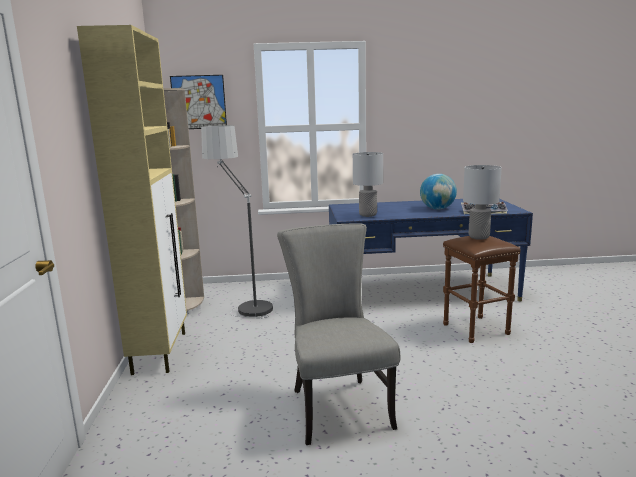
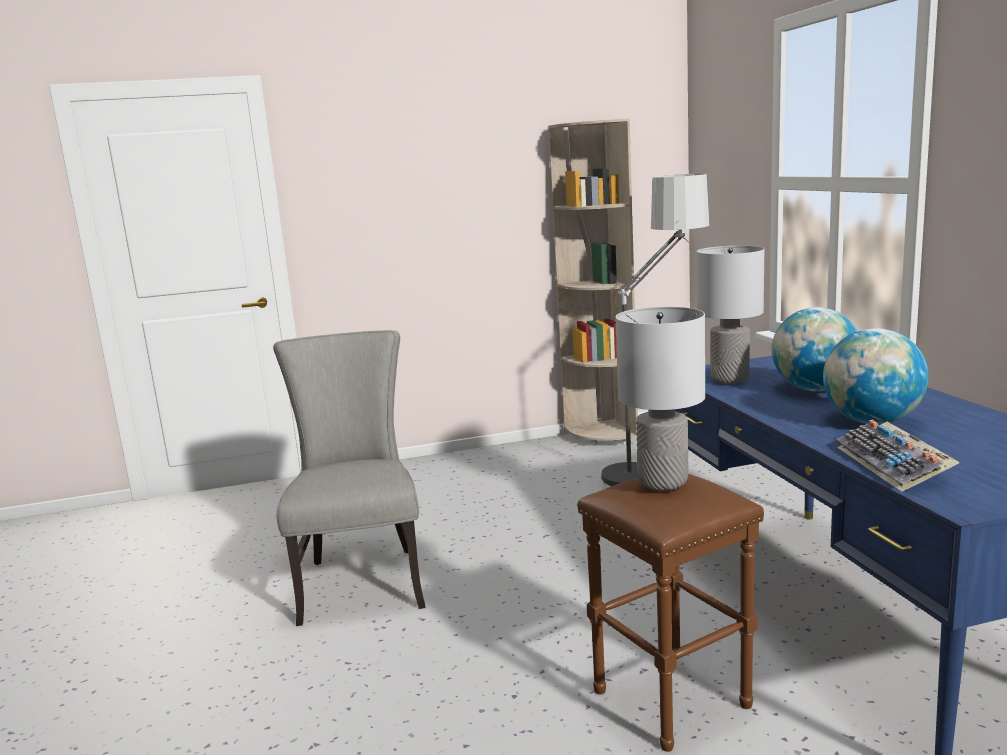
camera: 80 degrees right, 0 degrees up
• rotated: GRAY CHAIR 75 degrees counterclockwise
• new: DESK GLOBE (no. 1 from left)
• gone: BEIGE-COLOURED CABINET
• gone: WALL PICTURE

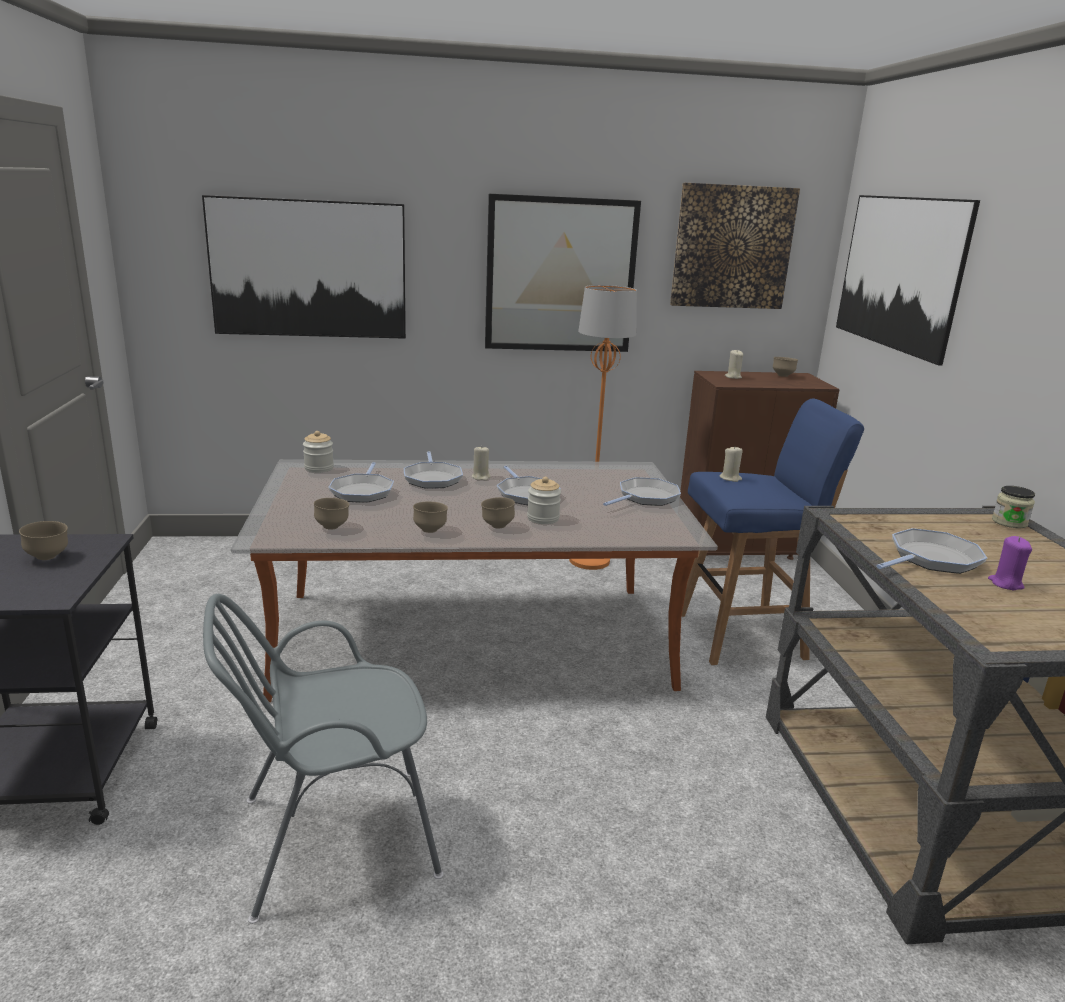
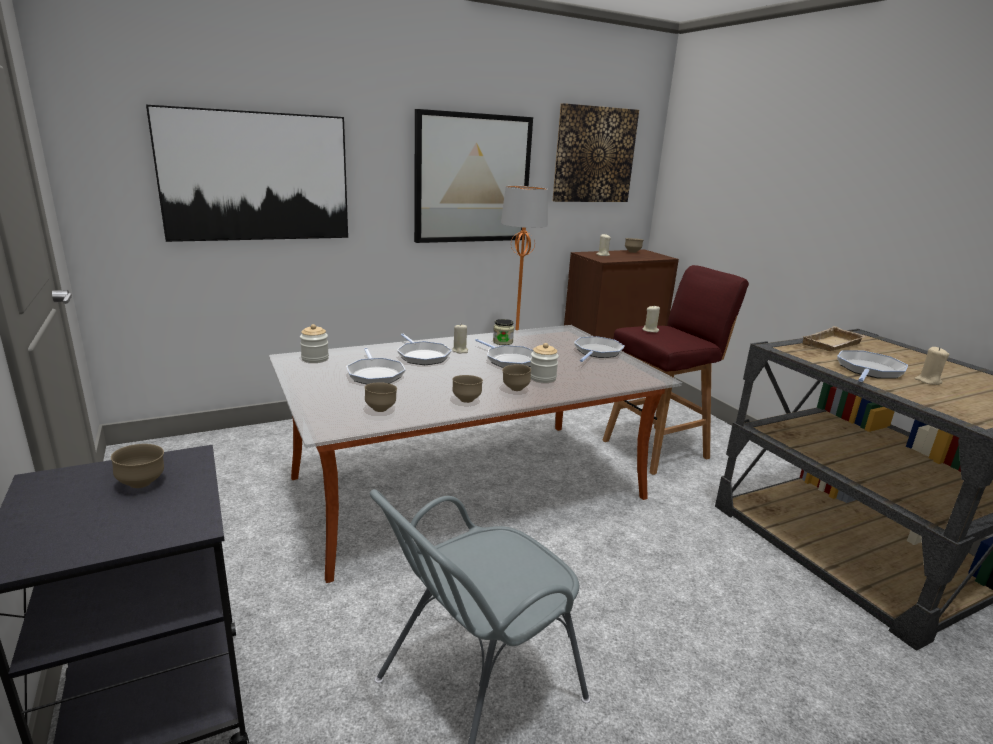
camera: 20 degrees left, 0 degrees up
• shifted: PRESERVE JAR (no. 3 from left in the first image) to PRESERVE JAR (no. 2 from left)
• repainted: BLUE STOOL to RED STOOL
• new: BEIGE-COLOURED TRAY
• repainted: PURPLISH CANDLE to BEIGE-COLOURED CANDLE (no. 4 from left)
• gone: WALL PICTURE (no. 4 from left)

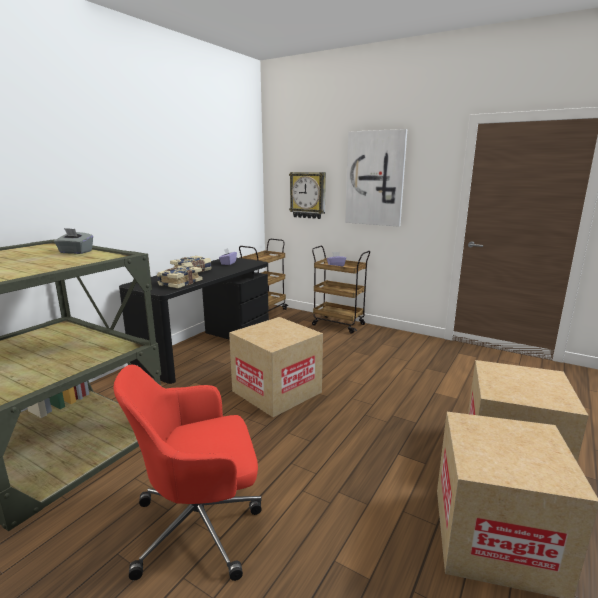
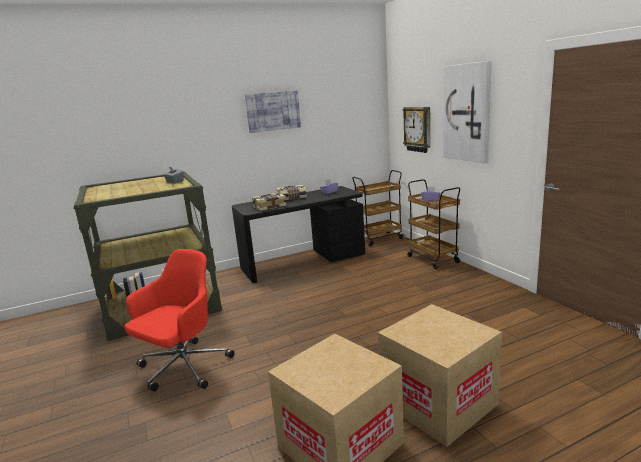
camera: 35 degrees right, 0 degrees up
• rotated: RED DESK CHAIR 105 degrees clockwise
• new: WALL PICTURE (no. 1 from left)
• gone: CARDBOARD BOX (no. 1 from left)

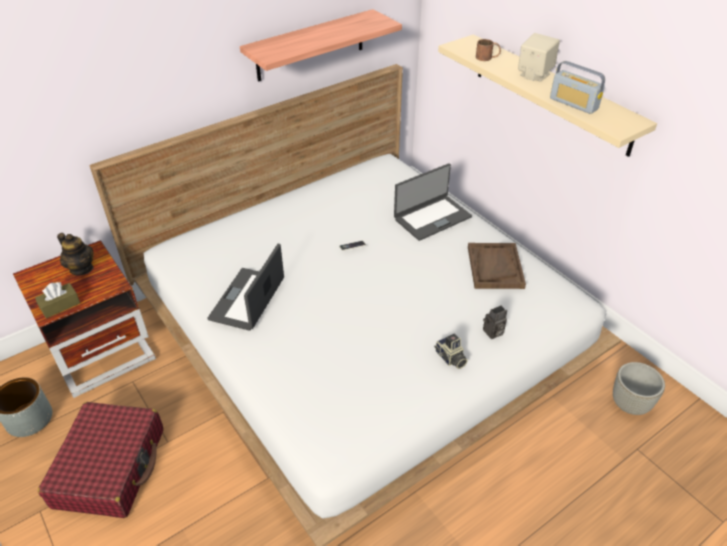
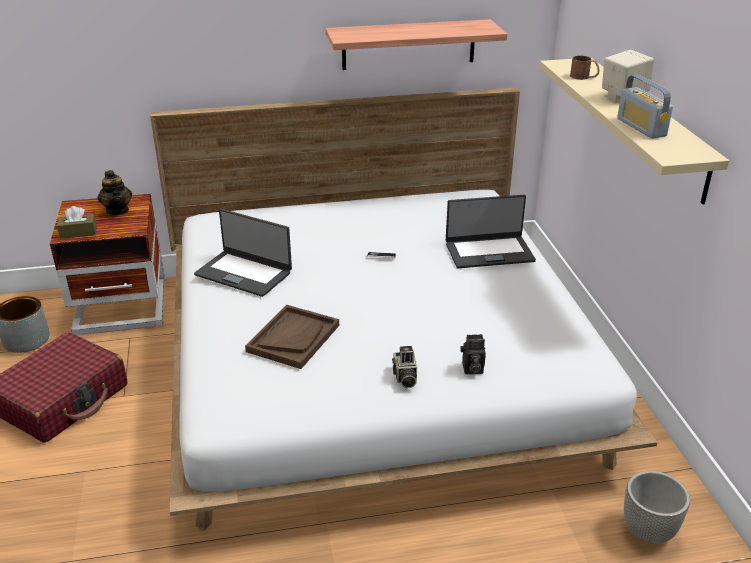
camera: 25 degrees right, 10 degrees down
• rotated: LAPTOP (no. 1 from left) 105 degrees counterclockwise
• shifted: BROWN TRAY

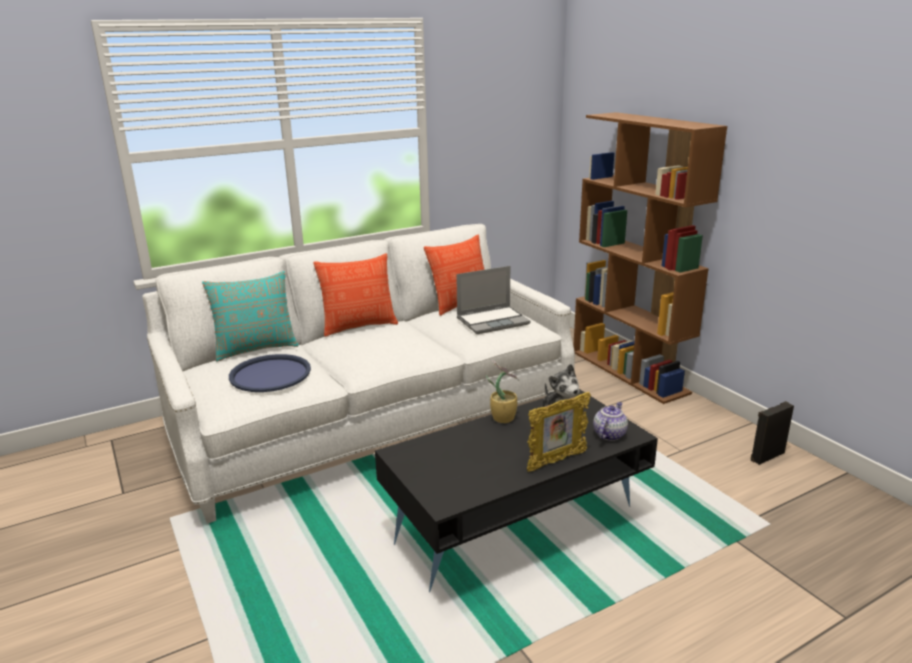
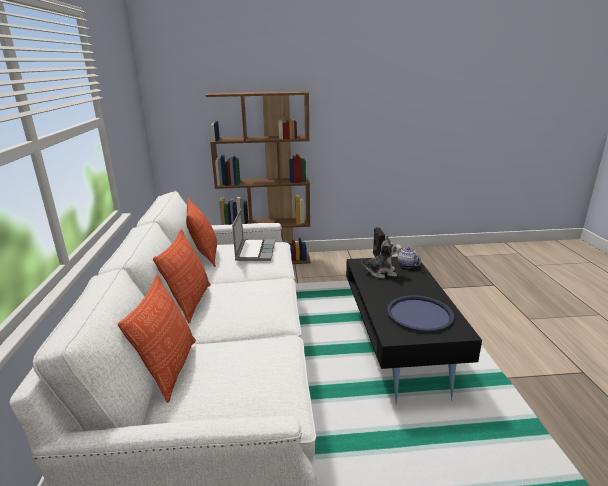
camera: 65 degrees left, 0 degrees up
• repainted: TURQUOISE-COLOURED CUSHION to ORANGE CUSHION (no. 1 from left)
• shifted: BLUE TRAY
• gone: POTTED PLANT
• gone: PICTURE FRAME

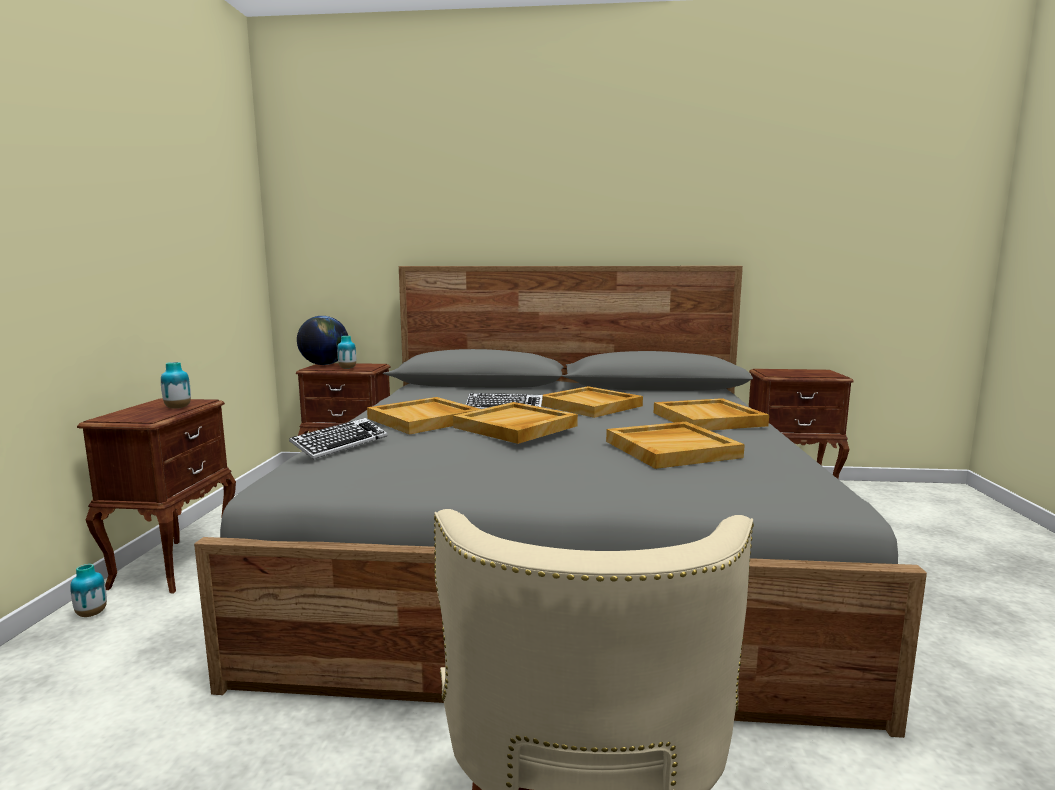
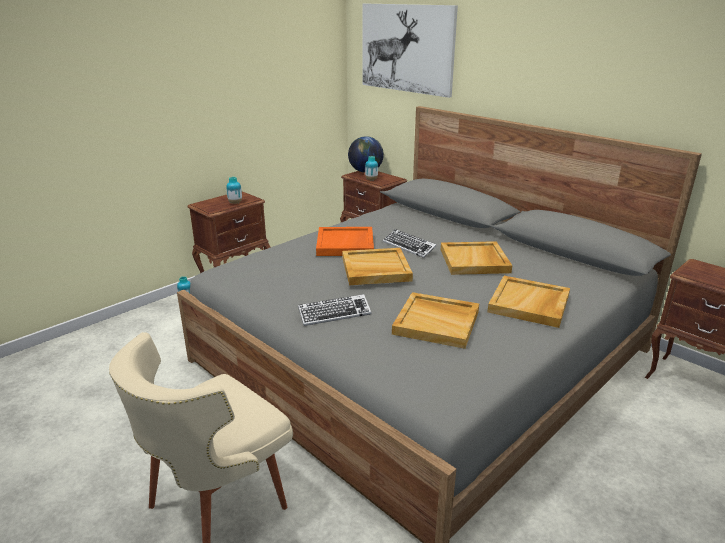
camera: 40 degrees right, 15 degrees up
• shifted: COMPUTER KEYBOARD (no. 1 from left)
• repainted: BEIGE-COLOURED TRAY (no. 1 from left) to ORANGE TRAY
• new: WALL PICTURE

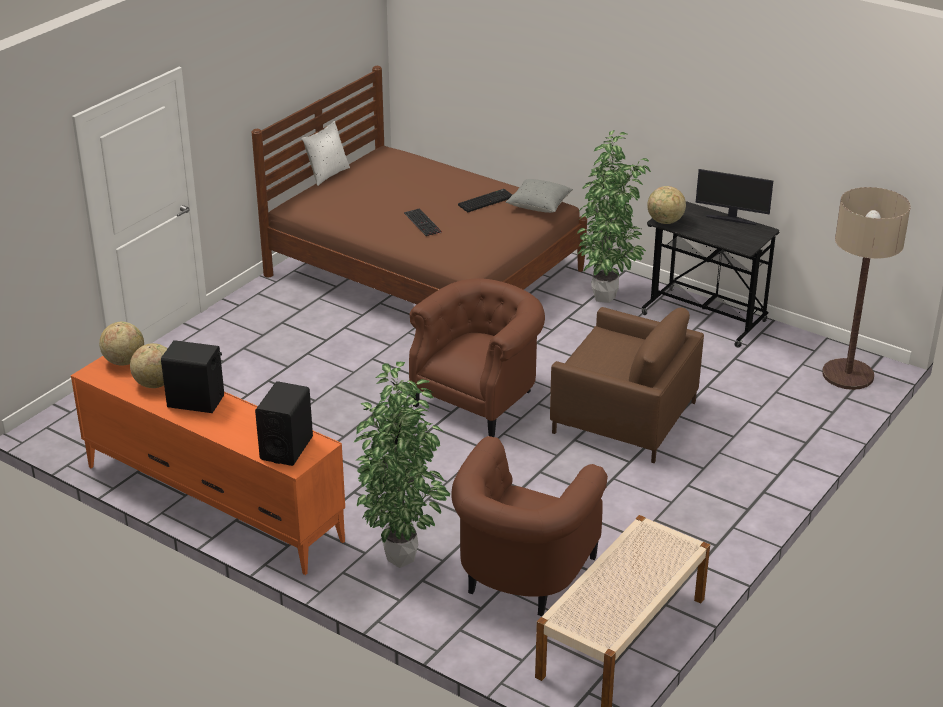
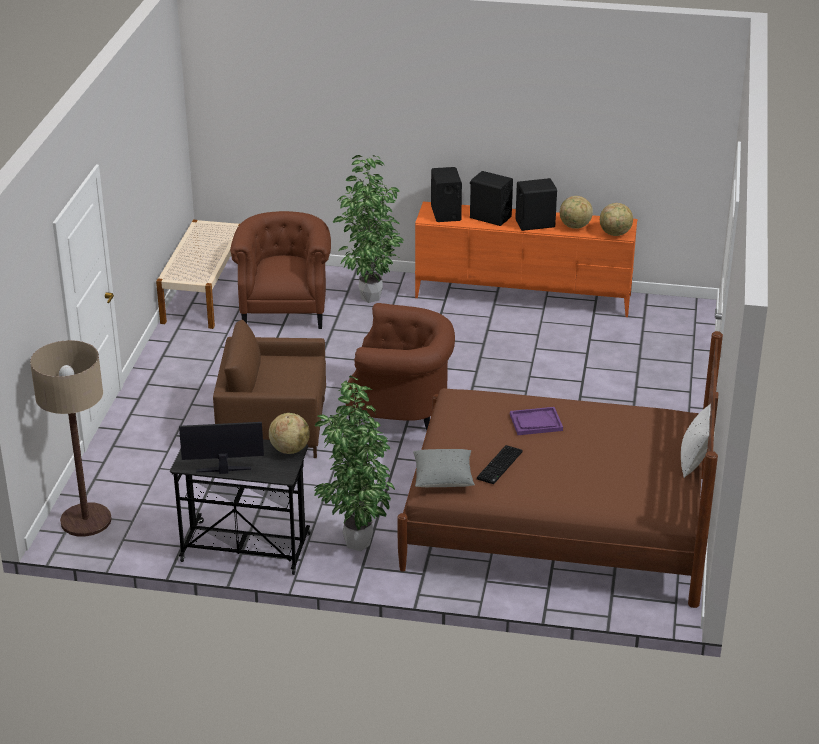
camera: 155 degrees right, 0 degrees up
• rotated: BROWN LOUNGE CHAIR (no. 1 from left in the first image) 90 degrees counterclockwise
• new: BLACK-COLOURED SPEAKER (no. 2 from left)
• swapped: COMPUTER KEYBOARD (no. 1 from left) to PURPLISH TRAY

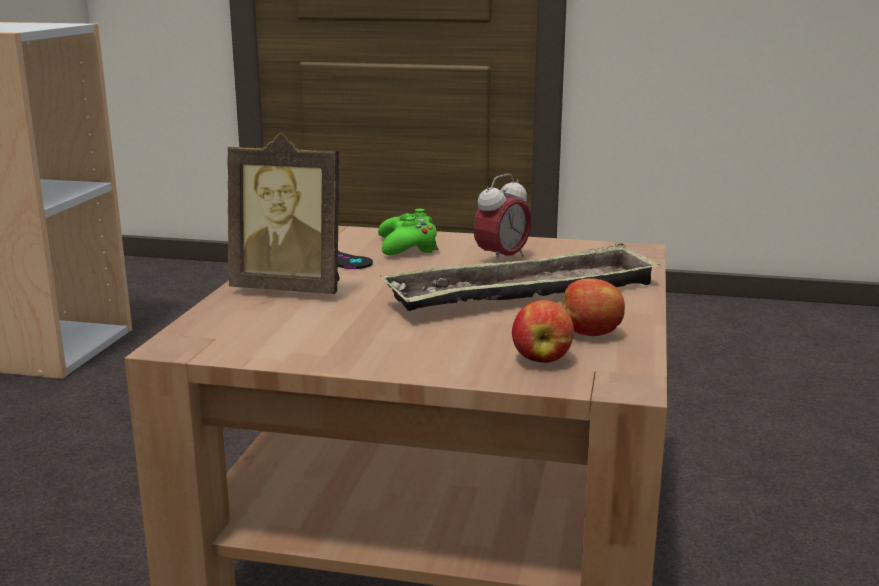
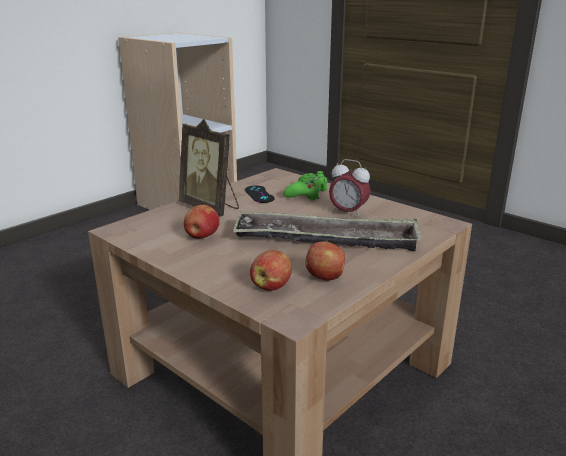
camera: 30 degrees right, 5 degrees up
• new: WHOLE APPLE (no. 1 from left)
• rotated: BEDSIDE CLOCK 45 degrees clockwise

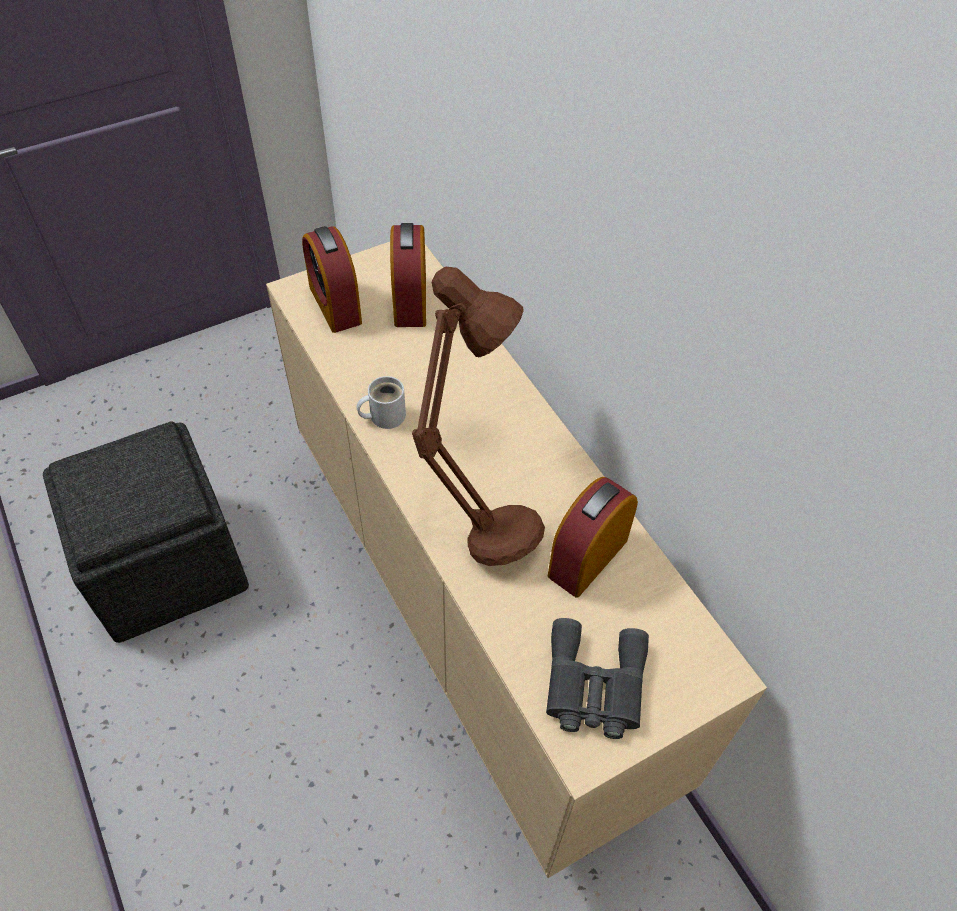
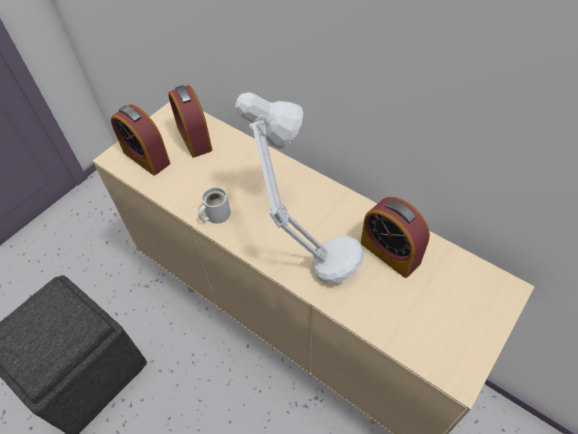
camera: 20 degrees left, 0 degrees up
• repainted: BROWN LAMP FOR A TABLE to GRAY LAMP FOR A TABLE
• rotated: BEDSIDE CLOCK (no. 3 from left) 60 degrees counterclockwise
• gone: GRAY FIELD GLASSES

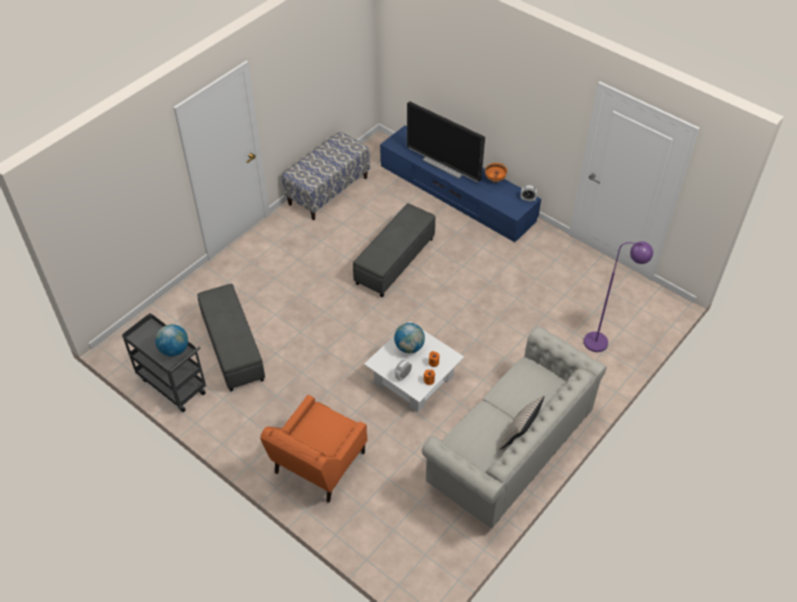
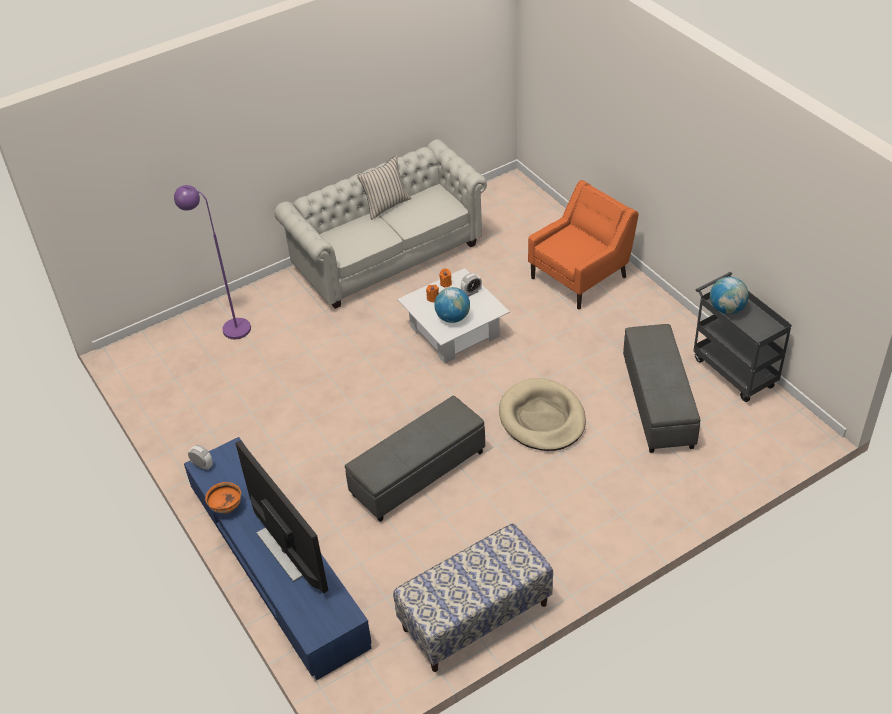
camera: 160 degrees left, 5 degrees down
• new: BEIGE-COLOURED DOG CUSHION

